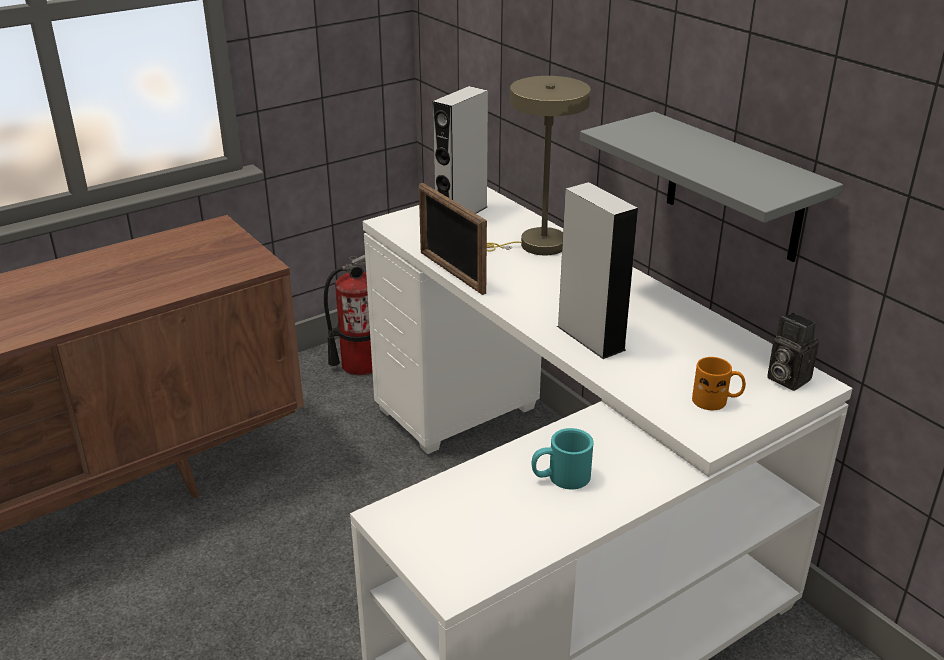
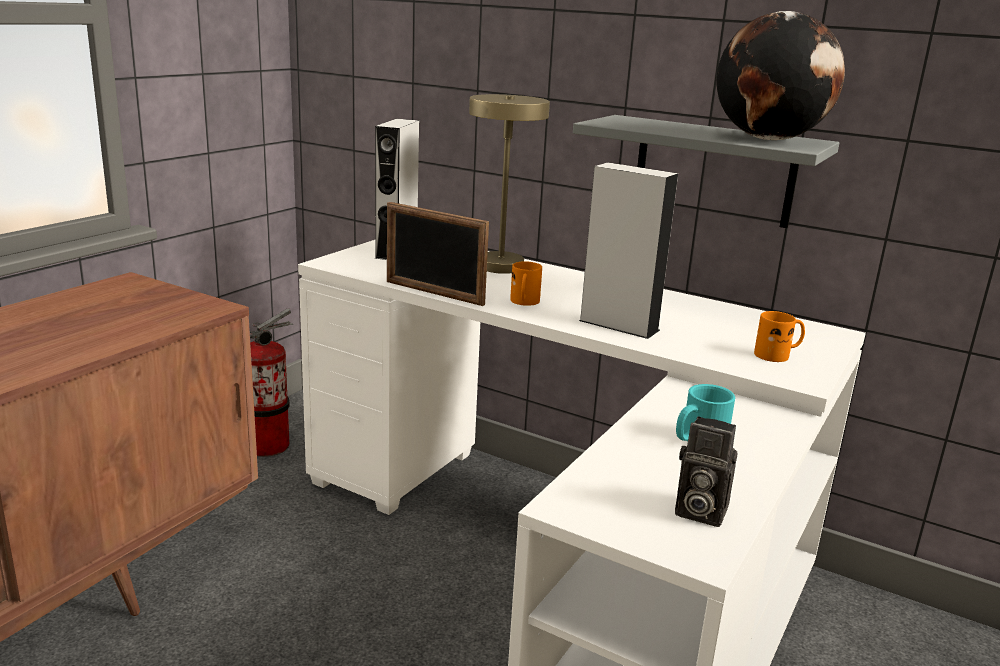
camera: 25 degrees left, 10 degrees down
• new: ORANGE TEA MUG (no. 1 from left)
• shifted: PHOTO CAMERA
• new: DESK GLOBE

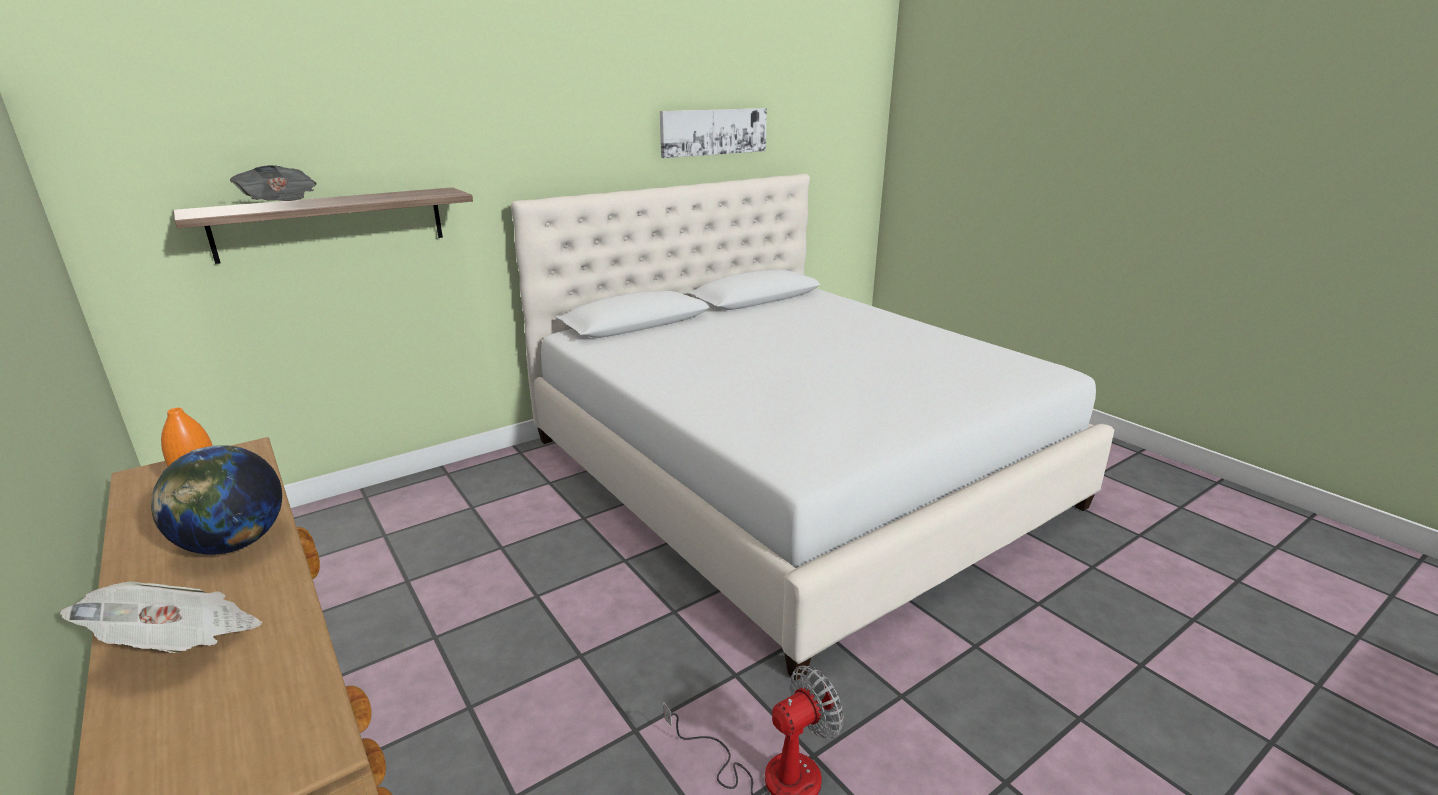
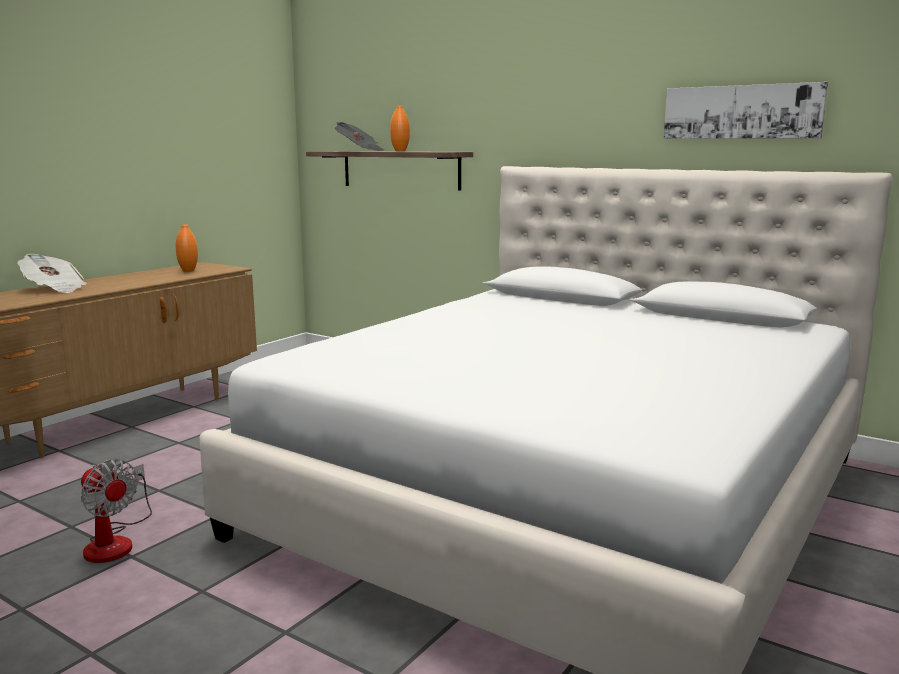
camera: 70 degrees right, 10 degrees down
• new: ORANGE DECORATIVE VASE (no. 2 from left)
• gone: DESK GLOBE

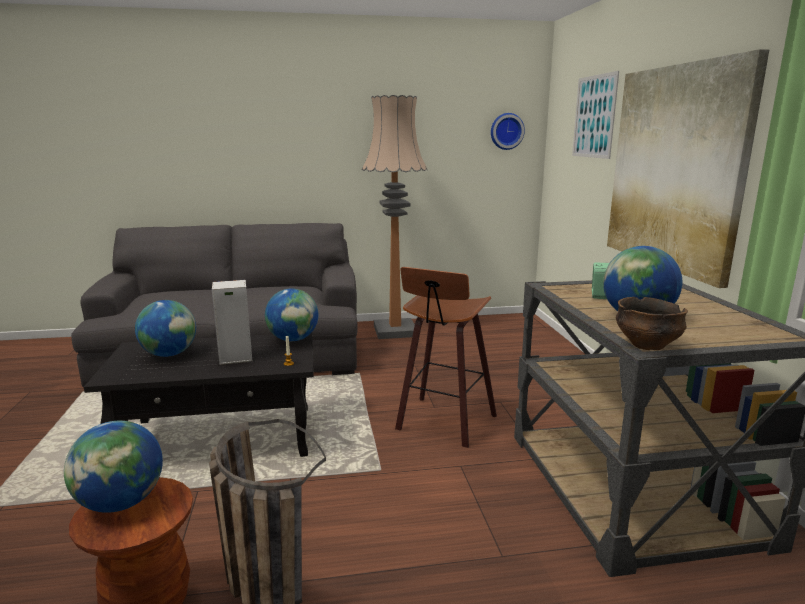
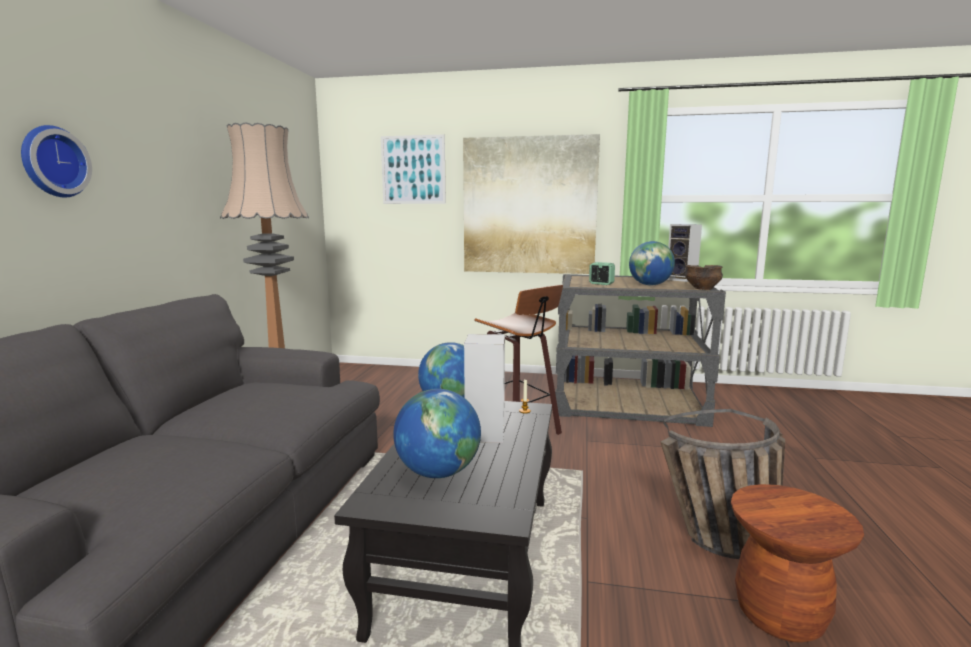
camera: 70 degrees left, 5 degrees down
• shifted: WALL CLOCK
• new: SPEAKER (no. 2 from left)
• gone: DESK GLOBE (no. 1 from left)

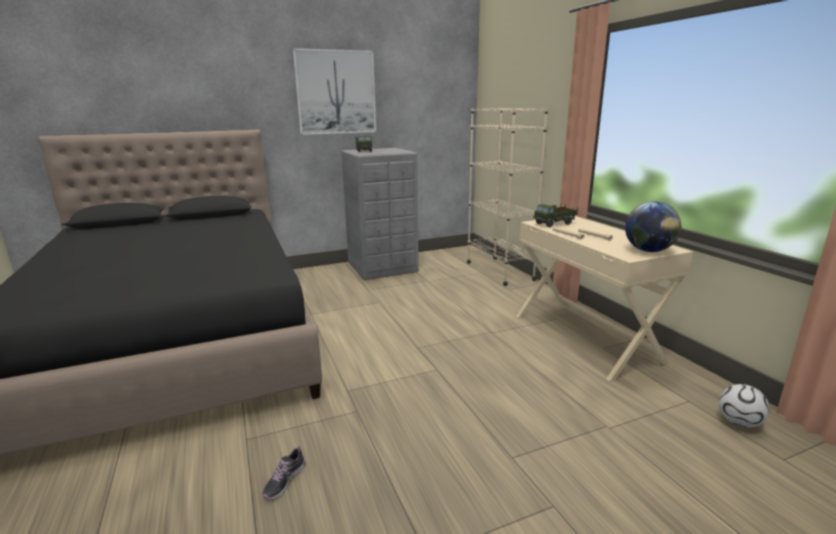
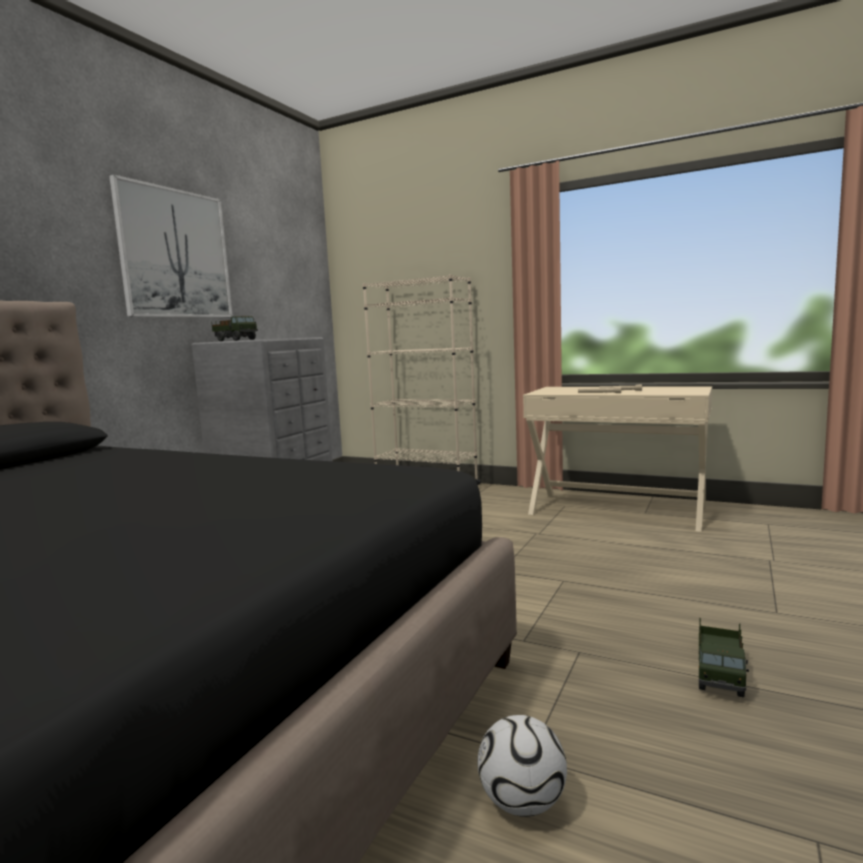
camera: 40 degrees left, 10 degrees down
• shifted: FOOTBALL
• shifted: MODEL TRUCK (no. 2 from left)
• gone: ITEM OF FOOTWEAR
• gone: DESK GLOBE

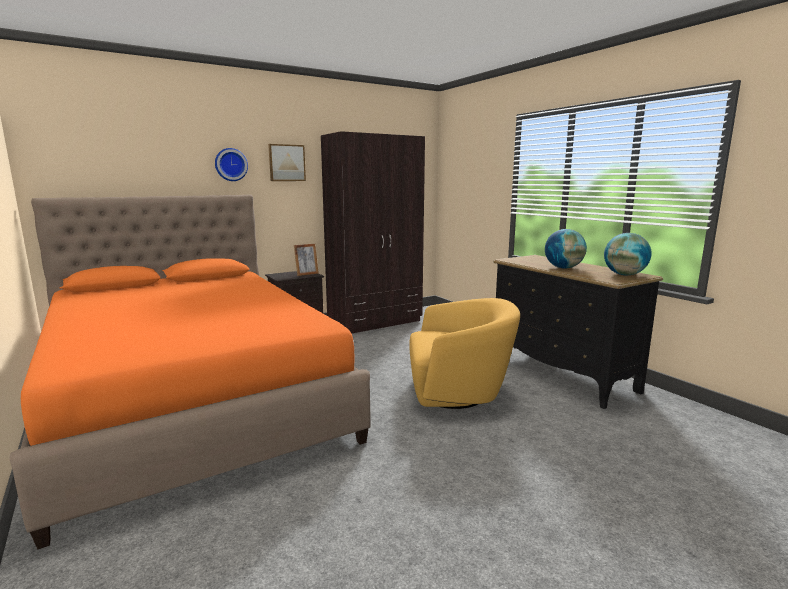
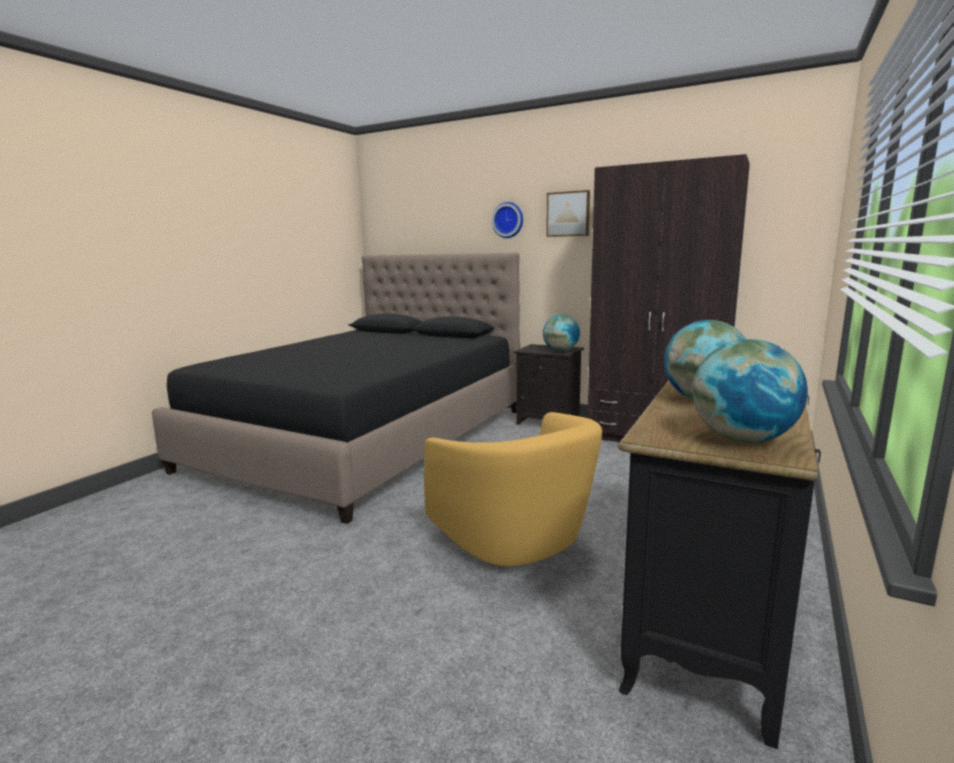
camera: 60 degrees right, 0 degrees up
• repainted: ORANGE SLEEPING BED to BLACK-COLOURED SLEEPING BED
• swapped: PICTURE FRAME to DESK GLOBE (no. 1 from left)

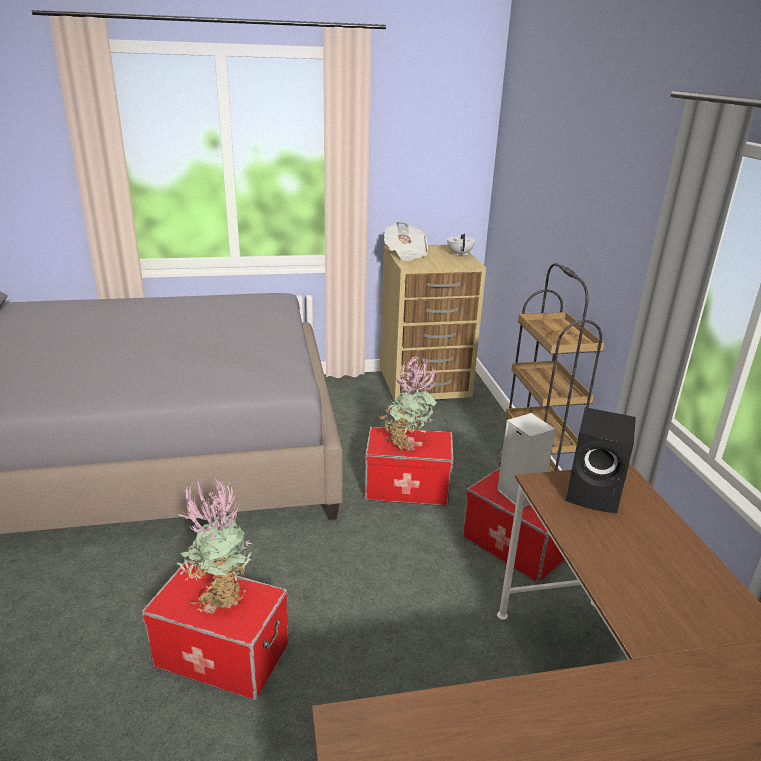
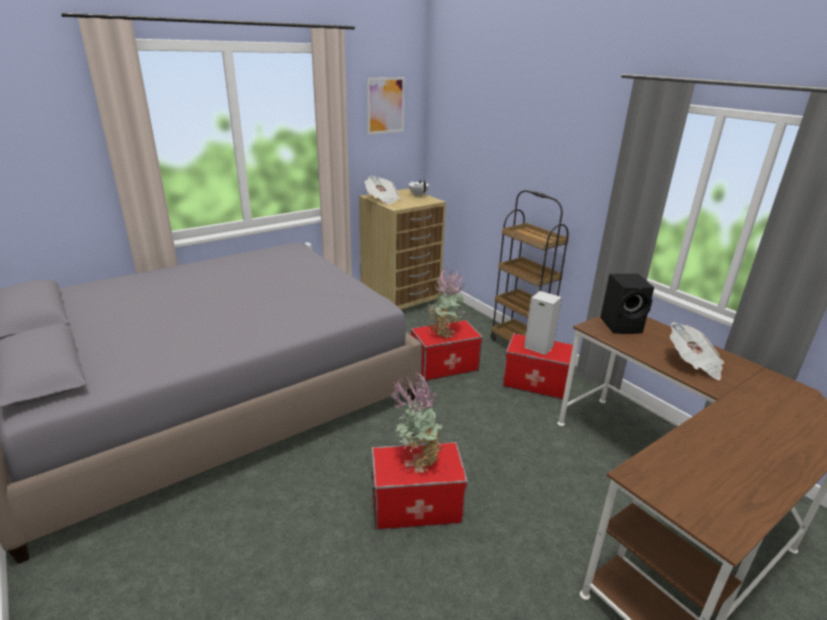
camera: 25 degrees left, 0 degrees up
• new: WALL PICTURE
• new: NEWSPAPER (no. 2 from left)

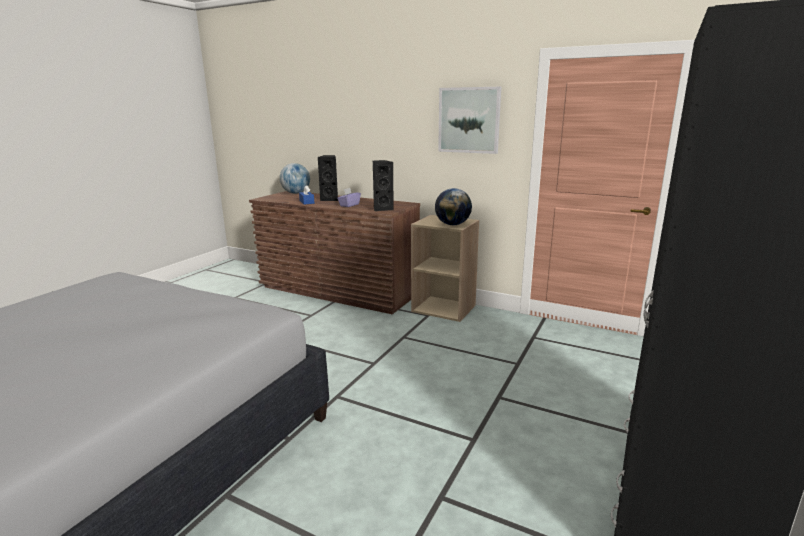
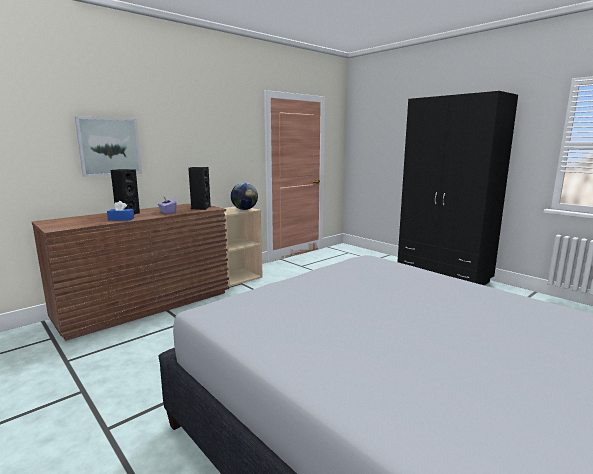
camera: 70 degrees left, 5 degrees down
• shifted: WALL PICTURE
• gone: DESK GLOBE (no. 1 from left)

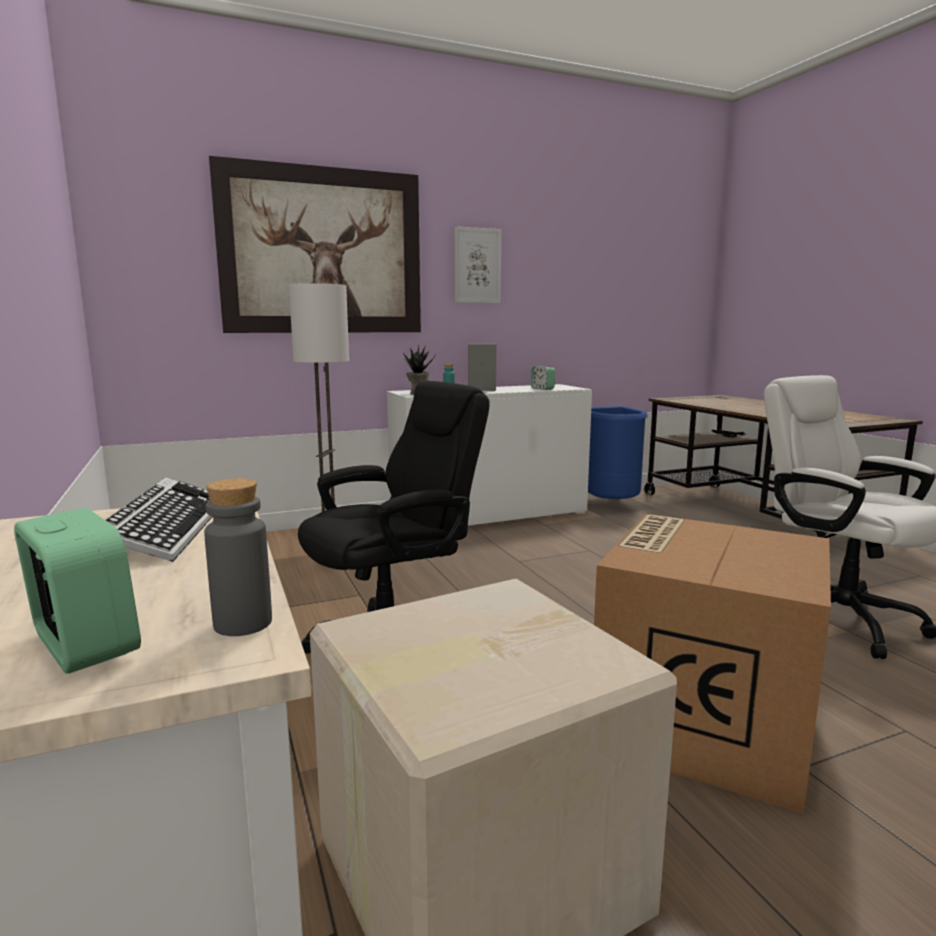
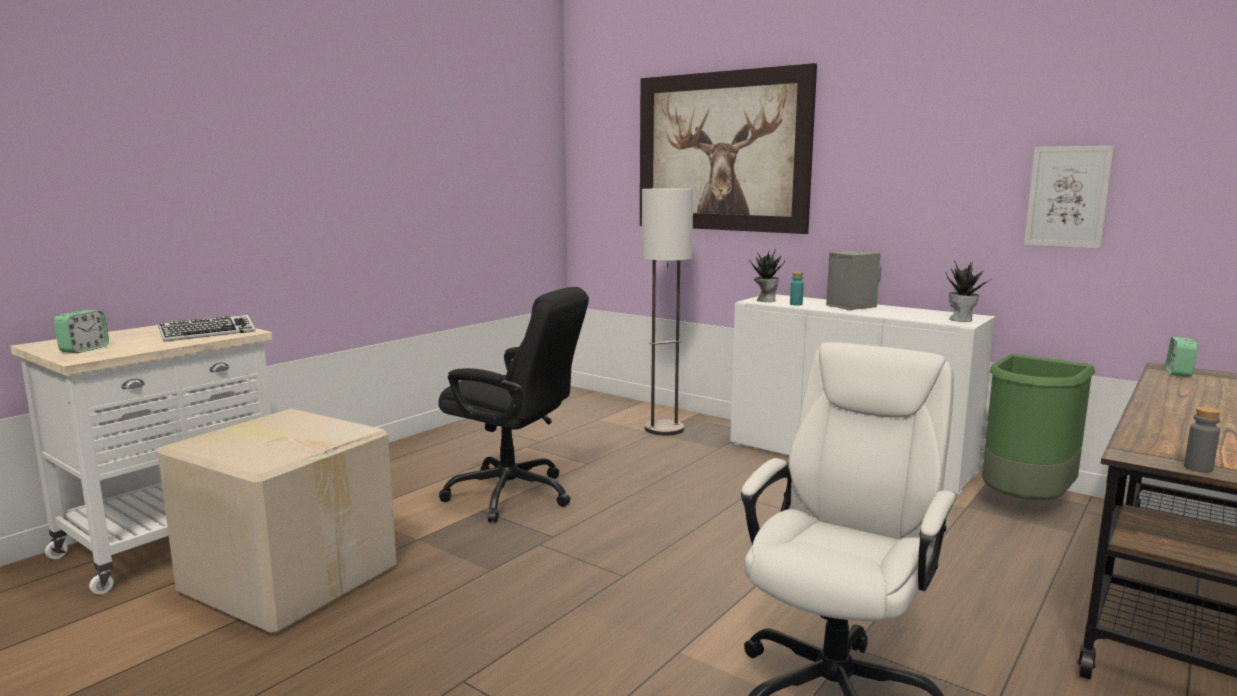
camera: 60 degrees right, 0 degrees up
• new: POTTED PLANT (no. 2 from left)
• repainted: BLUE WASTE BIN to GREEN WASTE BIN
• shifted: WALL PICTURE (no. 2 from left)
• shifted: BEDSIDE CLOCK (no. 2 from left)
• shifted: GRAY BEVERAGE BOTTLE
• gone: CARDBOARD BOX (no. 2 from left)

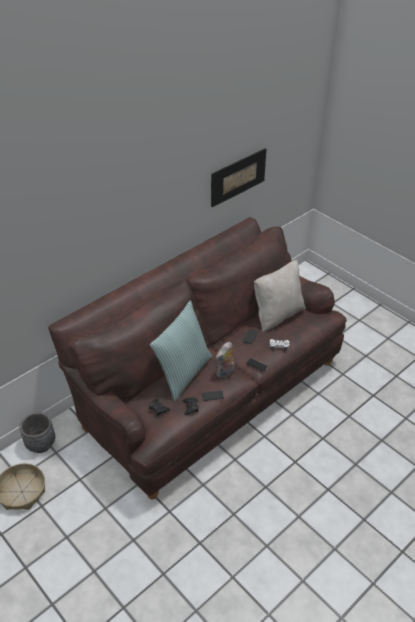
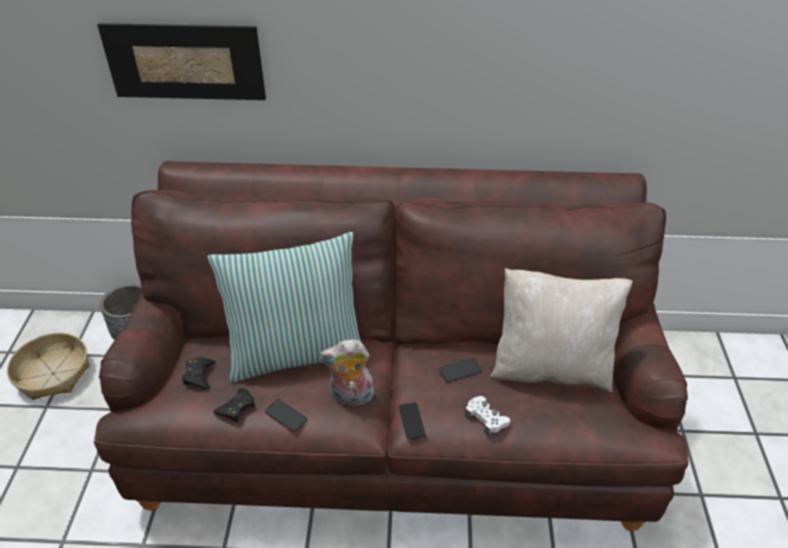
camera: 45 degrees right, 0 degrees up
• shifted: WALL PICTURE

